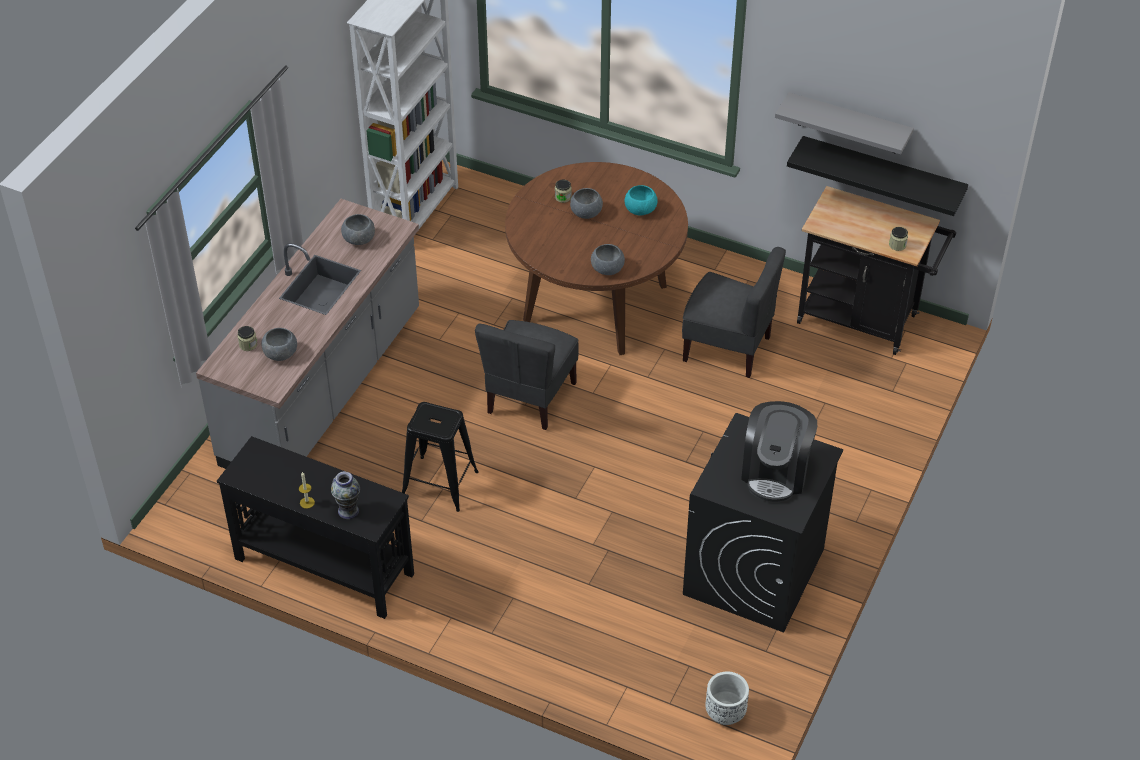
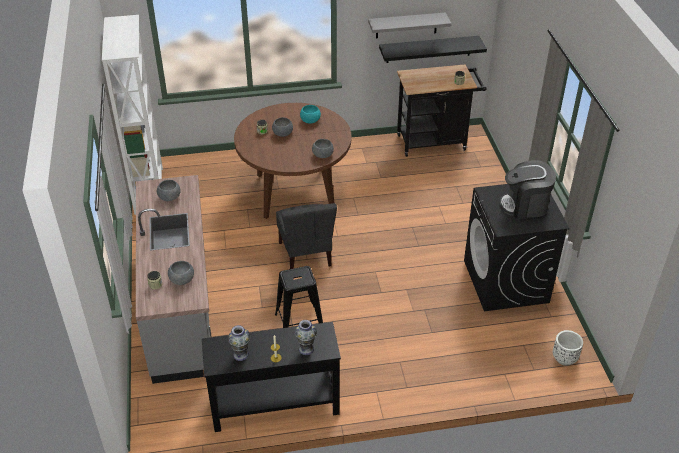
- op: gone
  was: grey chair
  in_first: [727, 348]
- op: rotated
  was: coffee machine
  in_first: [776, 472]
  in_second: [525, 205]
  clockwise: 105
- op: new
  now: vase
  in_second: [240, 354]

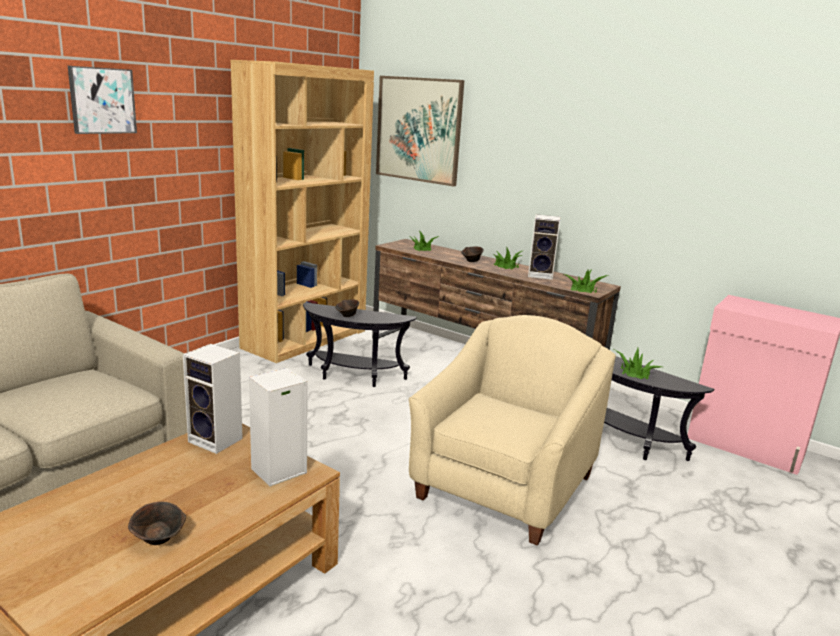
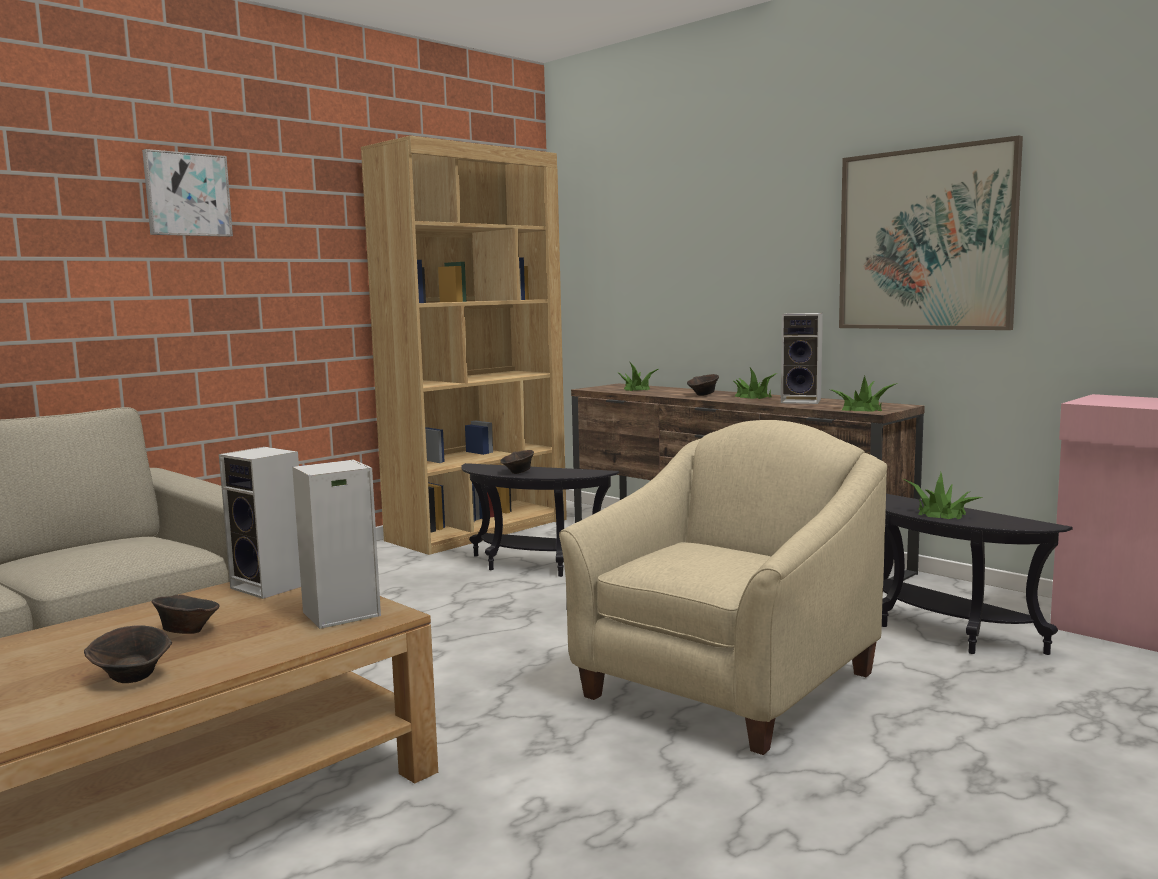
- op: shifted
  was: picture
  in_first: [418, 130]
  in_second: [925, 239]
- op: new
  now: brown bowl
  in_second: [187, 632]

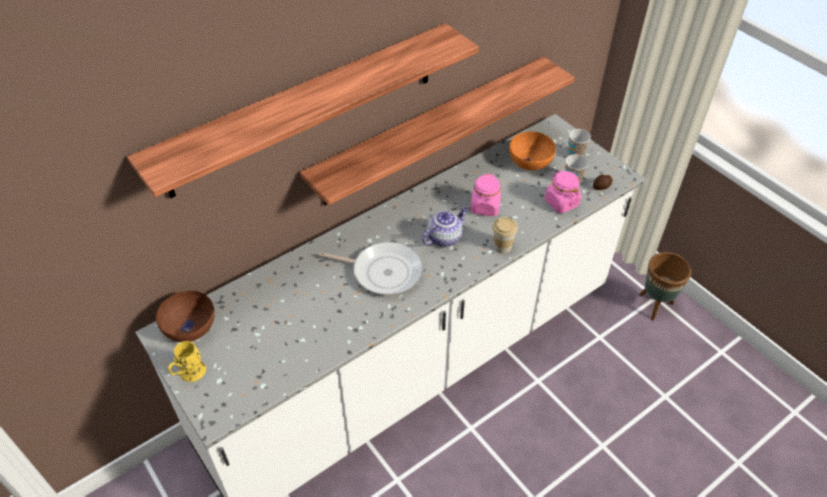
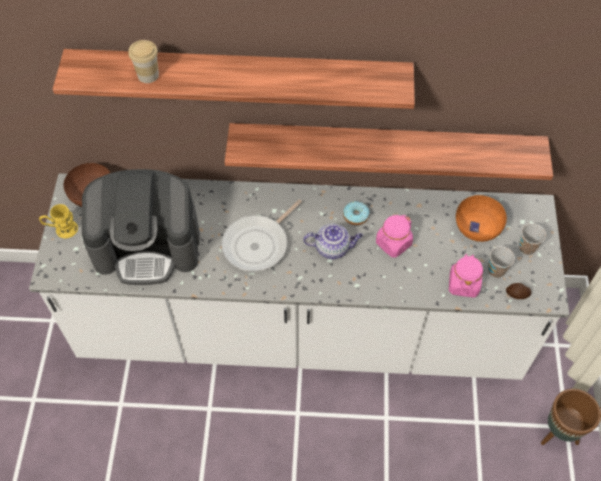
- op: rotated
  was: frying pan
  in_first: [383, 271]
  in_second: [258, 244]
  clockwise: 75
- op: shifted
  was: cup
  in_first: [502, 246]
  in_second: [148, 75]
- op: new
  now: coffee machine
  in_second: [148, 245]
- op: new
  now: donut
  in_second: [355, 216]

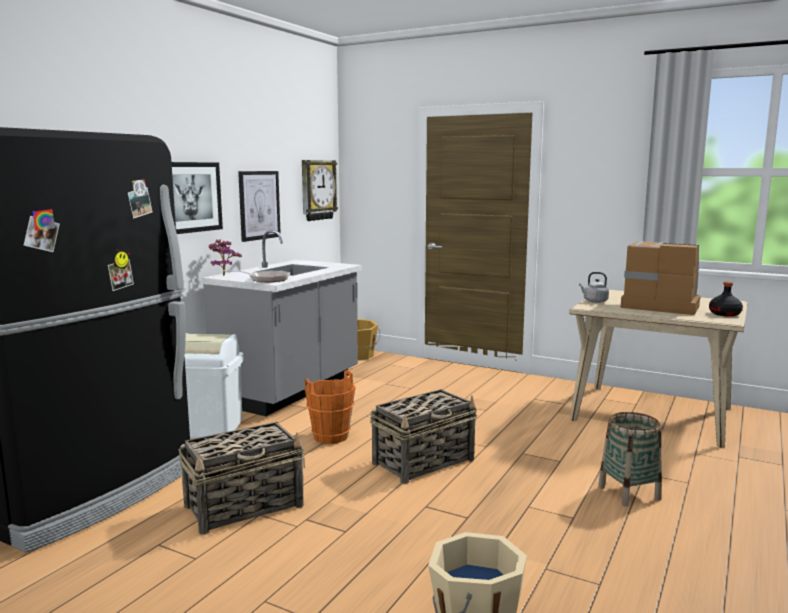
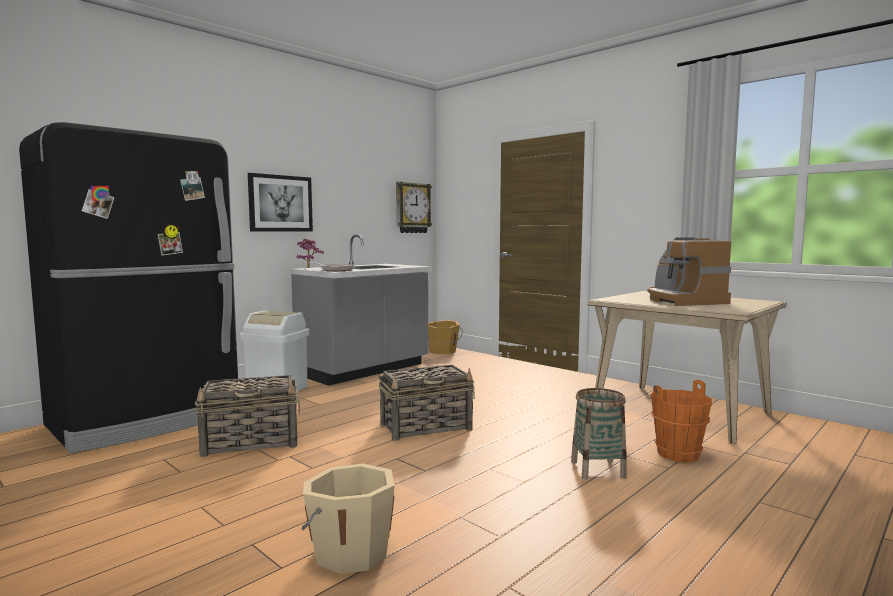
- op: gone
  was: picture
  in_first: [259, 205]
- op: shifted
  was: orange bucket
  in_first: [331, 437]
  in_second: [678, 454]
- op: gone
  was: grey kettle
  in_first: [594, 301]
- op: rotated
  was: coffee machine
  in_first: [659, 305]
  in_second: [682, 301]
  clockwise: -150
- op: gone
  was: black bottle
  in_first: [725, 314]

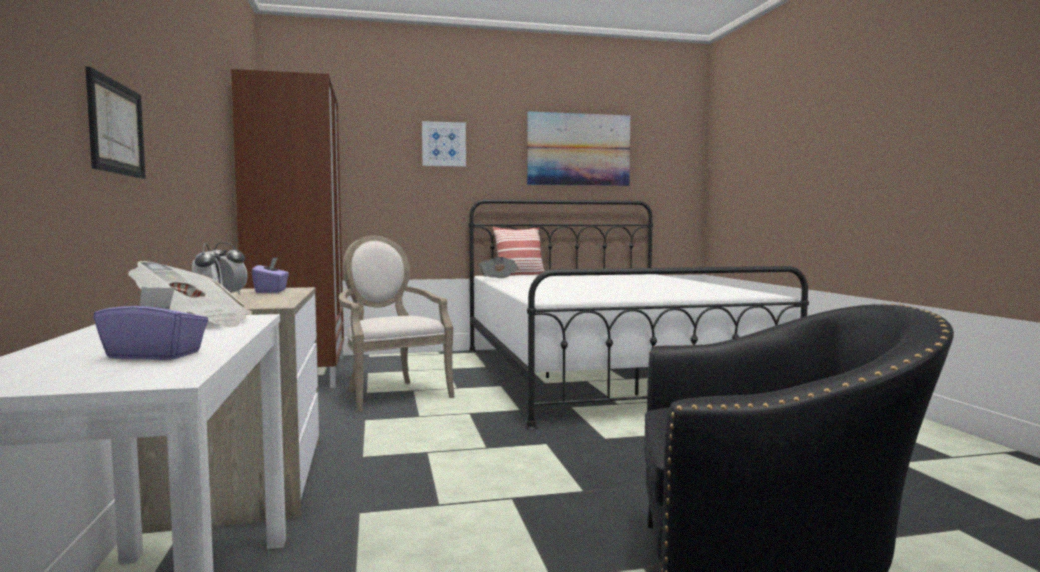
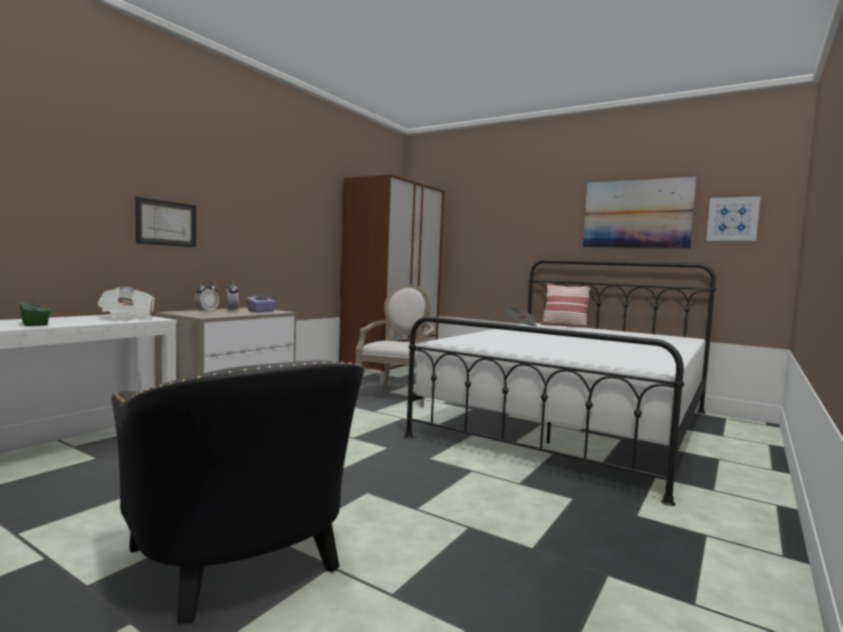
- op: repainted
  was: purple tissue box
  now: green tissue box
  in_first: [155, 355]
  in_second: [35, 324]
- op: shifted
  was: picture
  in_first: [443, 144]
  in_second: [732, 219]

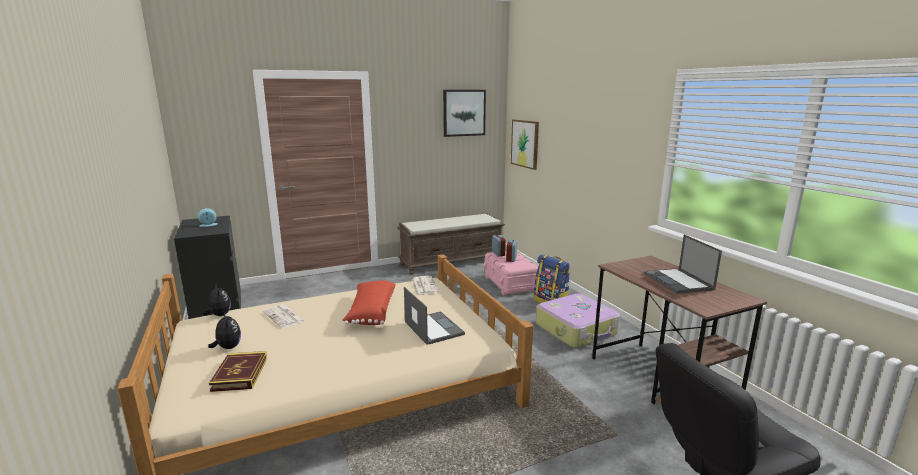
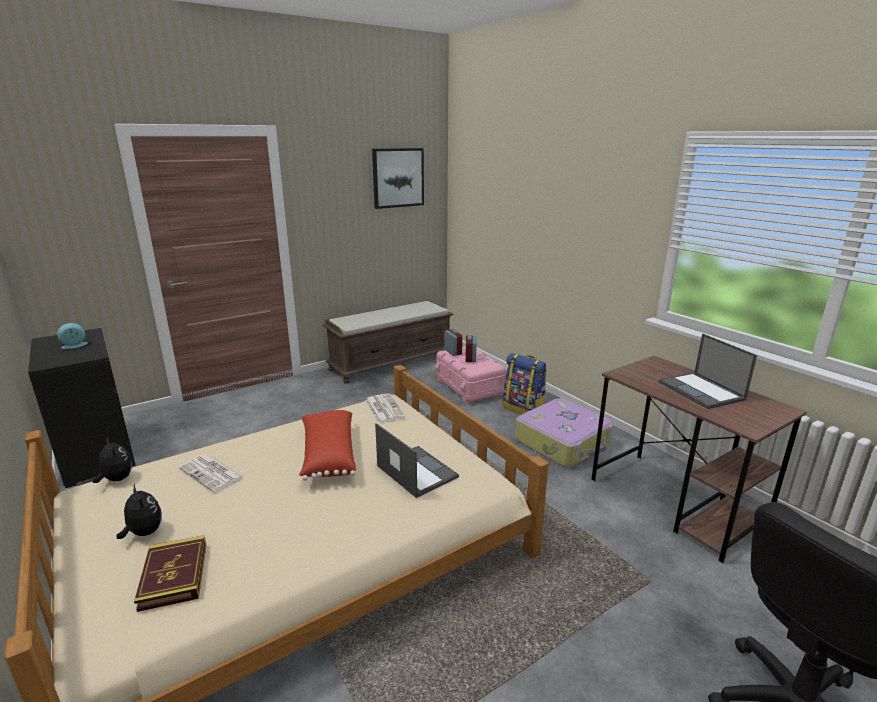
- op: gone
  was: picture
  in_first: [525, 143]

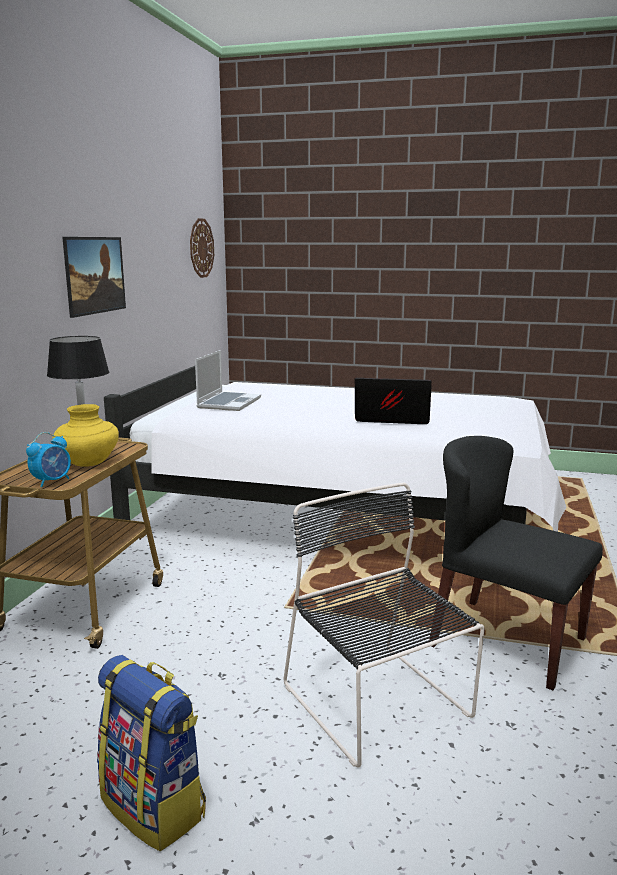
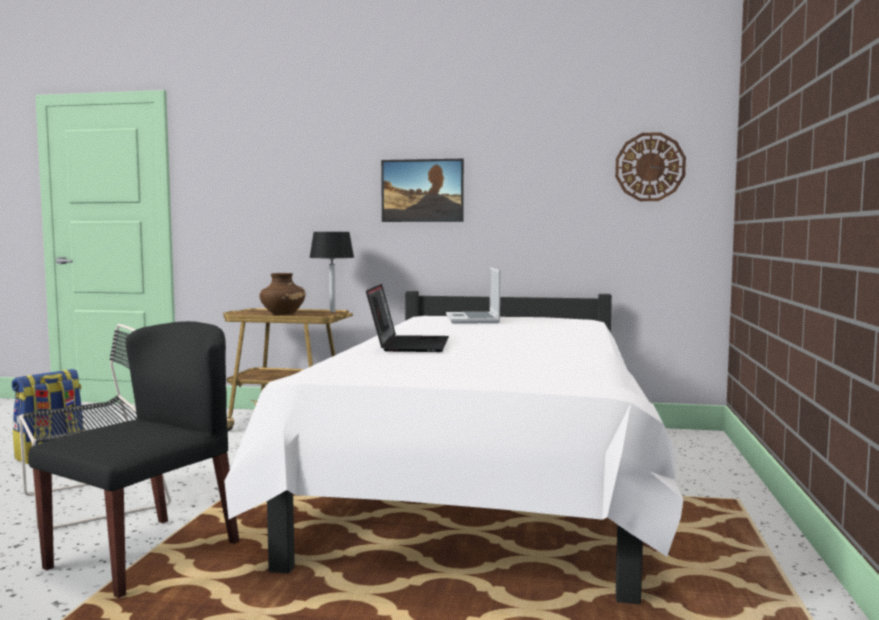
- op: gone
  was: alarm clock
  in_first: [52, 481]
- op: repainted
  was: yellow vase
  now: brown vase
  in_first: [87, 463]
  in_second: [282, 314]
- op: rotated
  was: laptop
  in_first: [229, 403]
  in_second: [473, 319]
  clockwise: 75

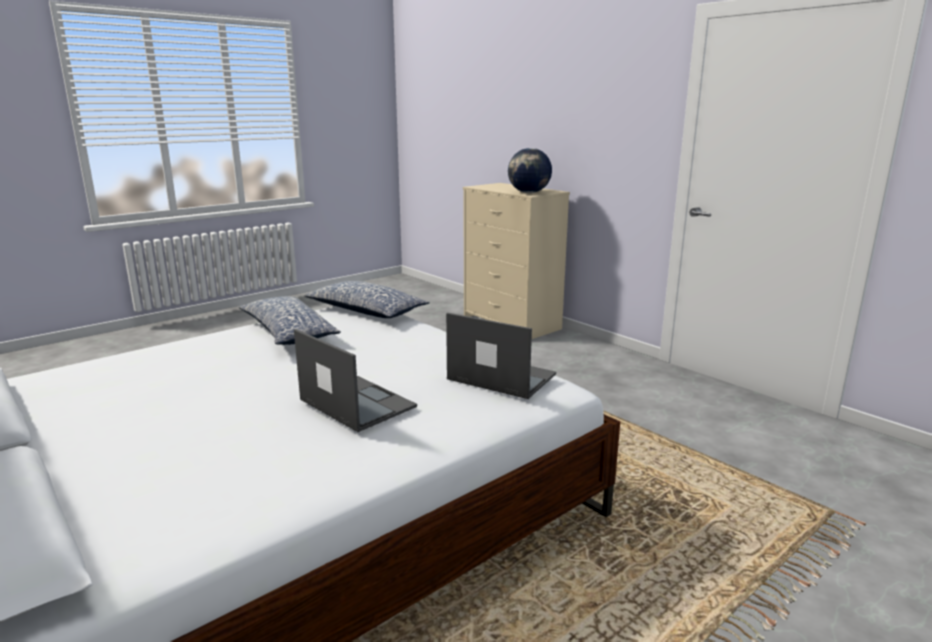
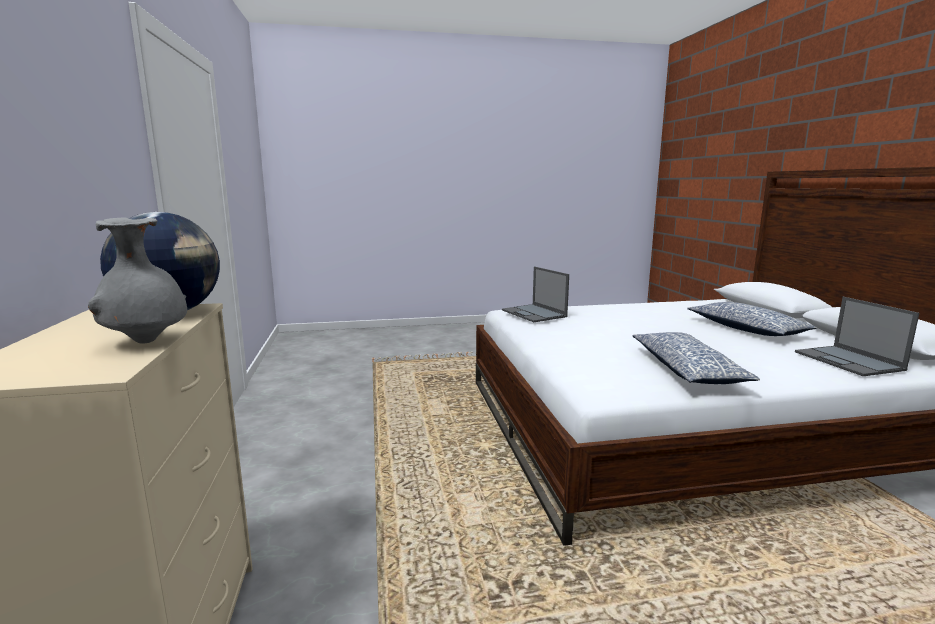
- op: shifted
  was: laptop
  in_first: [356, 403]
  in_second: [849, 361]
- op: shifted
  was: pillow
  in_first: [365, 312]
  in_second: [746, 329]
- op: new
  now: grey vase
  in_second: [146, 342]

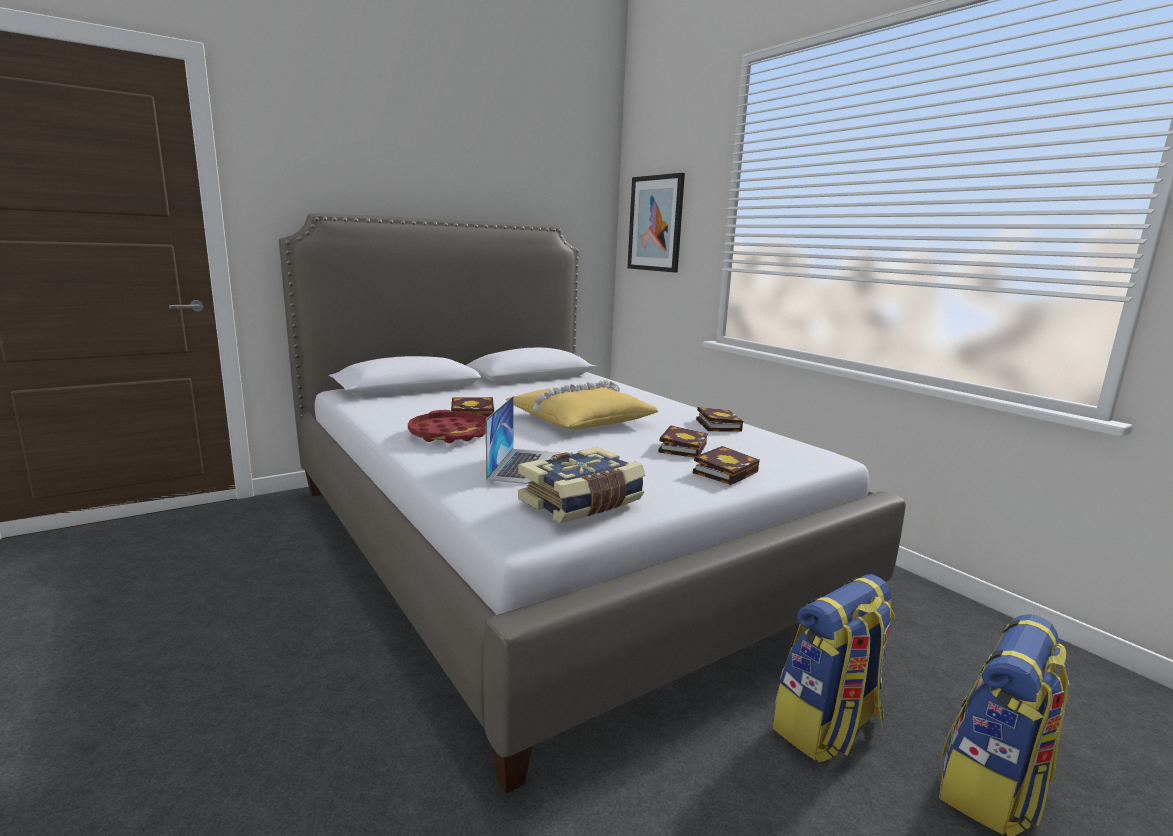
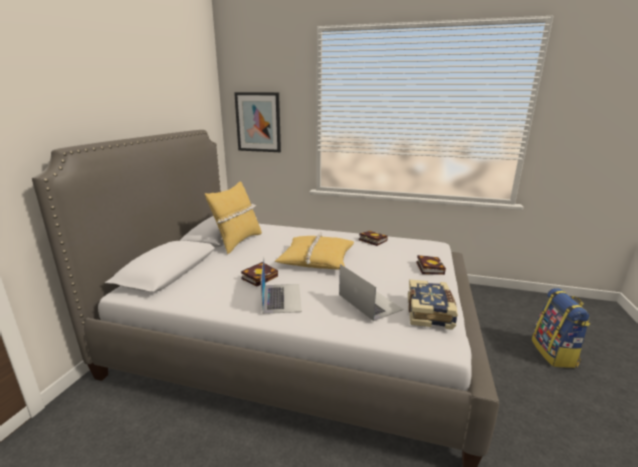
- op: swapped
  was: red tray
  now: laptop
  in_first: [450, 434]
  in_second: [281, 297]
- op: gone
  was: book
  in_first: [682, 447]
- op: gone
  was: backpack
  in_first: [827, 727]
- op: new
  now: yellow pillow
  in_second: [237, 242]

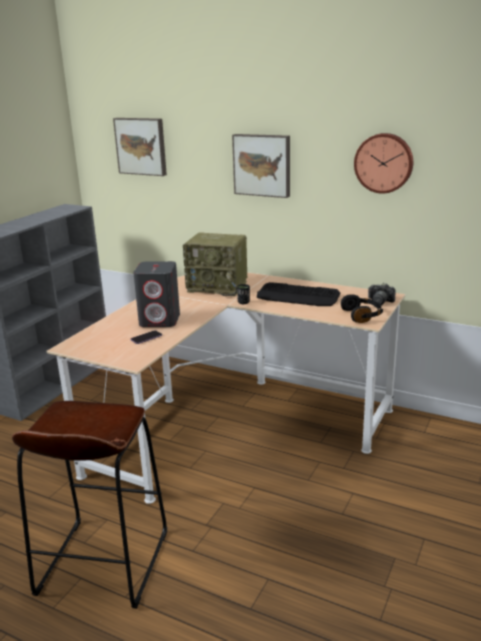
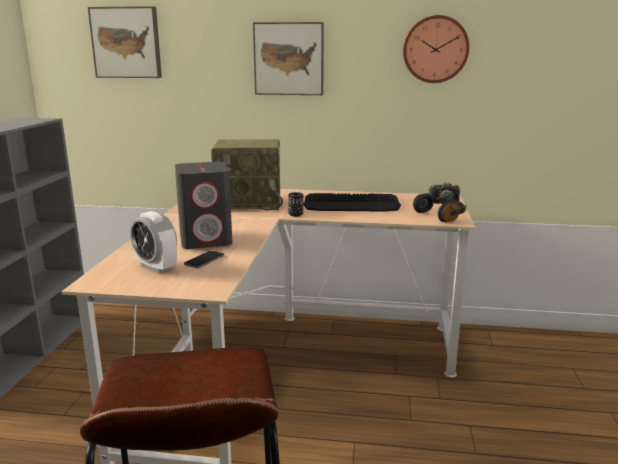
- op: new
  now: alarm clock
  in_second: [156, 267]

